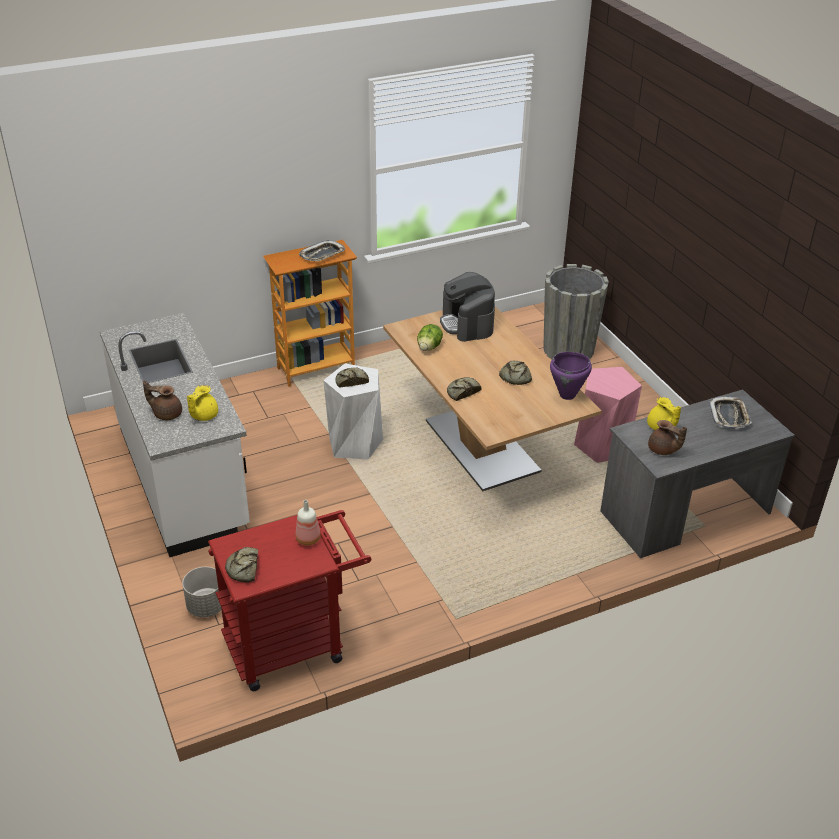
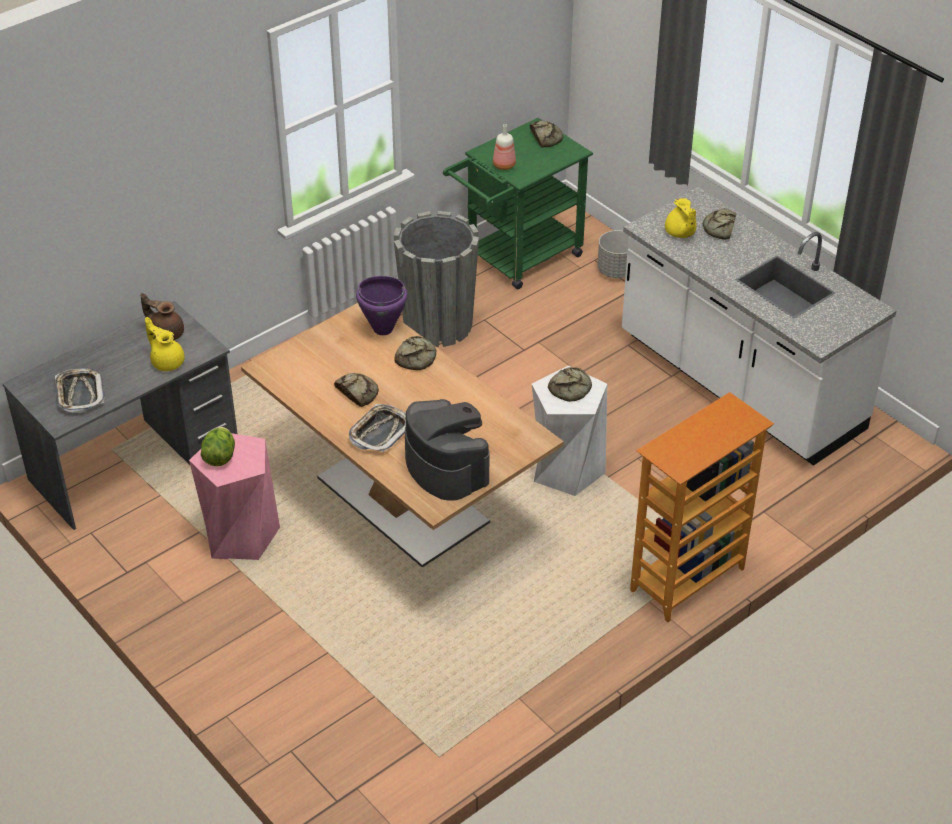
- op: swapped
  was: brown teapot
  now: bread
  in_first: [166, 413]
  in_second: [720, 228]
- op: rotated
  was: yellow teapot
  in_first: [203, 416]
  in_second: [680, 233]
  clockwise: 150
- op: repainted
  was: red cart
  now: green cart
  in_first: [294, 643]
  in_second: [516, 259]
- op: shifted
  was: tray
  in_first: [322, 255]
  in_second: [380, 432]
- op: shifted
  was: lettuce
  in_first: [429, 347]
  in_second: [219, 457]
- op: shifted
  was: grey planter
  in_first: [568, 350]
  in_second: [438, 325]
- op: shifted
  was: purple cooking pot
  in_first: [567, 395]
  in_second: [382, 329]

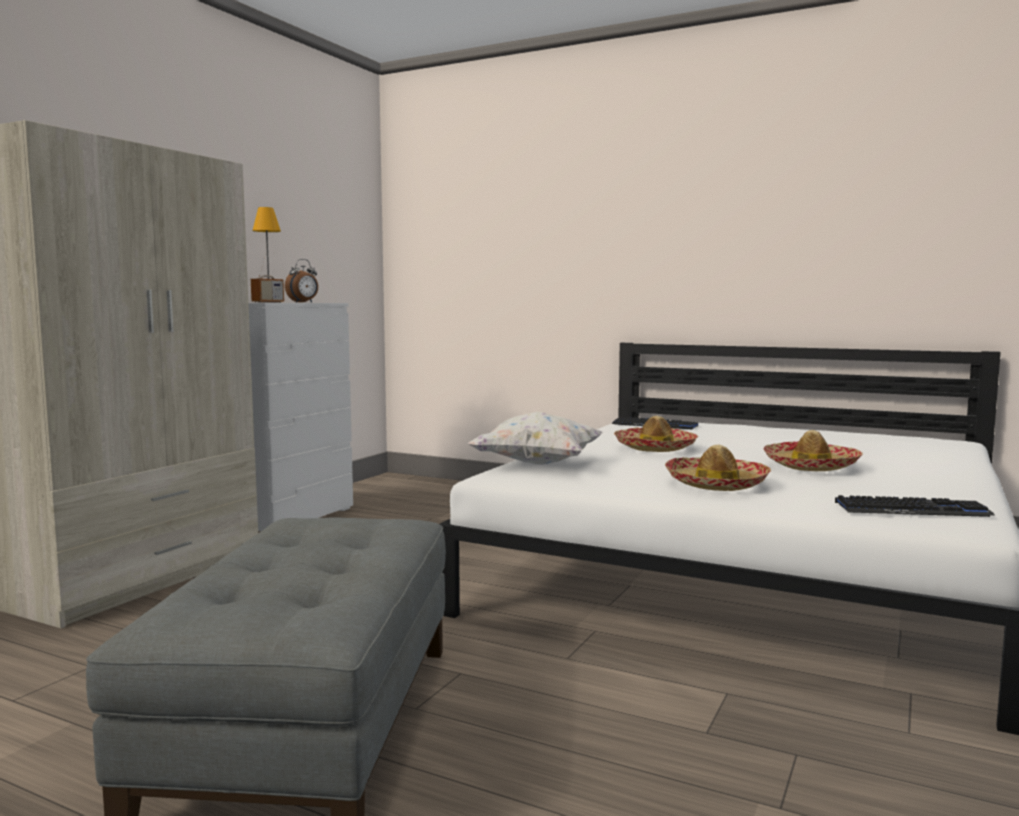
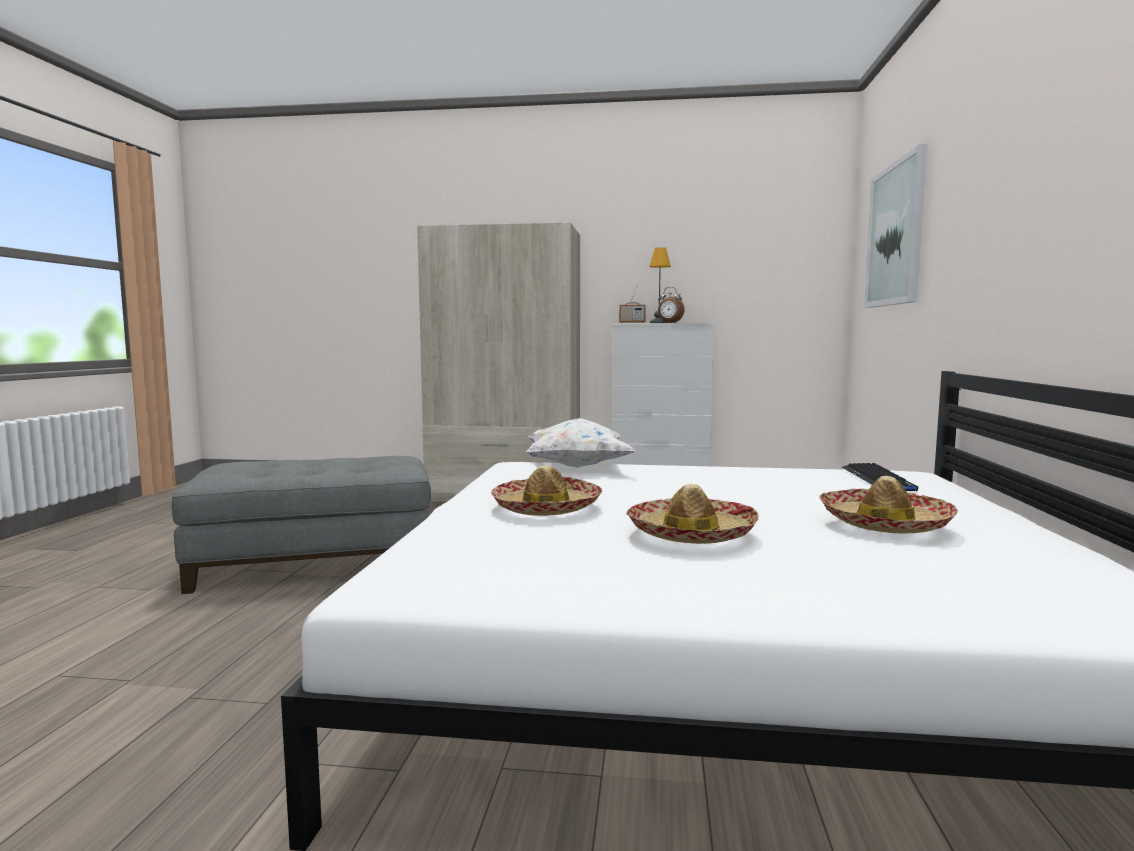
- op: shifted
  was: hat
  in_first: [655, 448]
  in_second: [883, 524]
- op: gone
  was: keyboard
  in_first: [911, 510]
- op: new
  now: picture
  in_second: [895, 234]

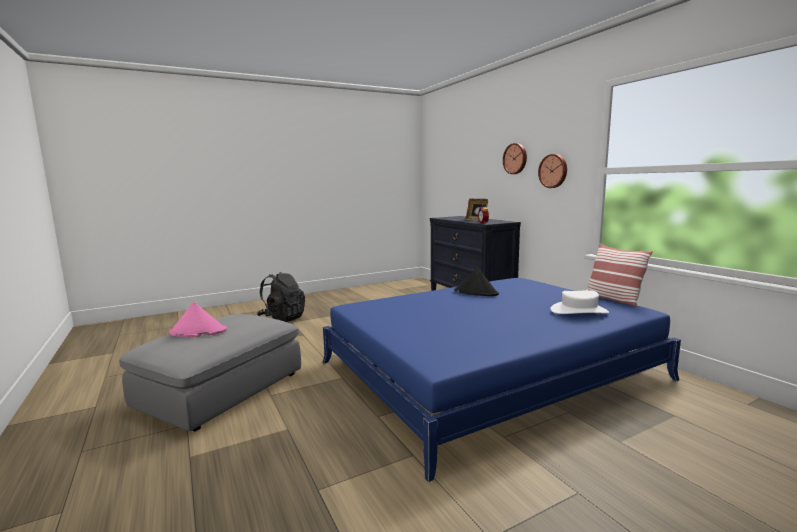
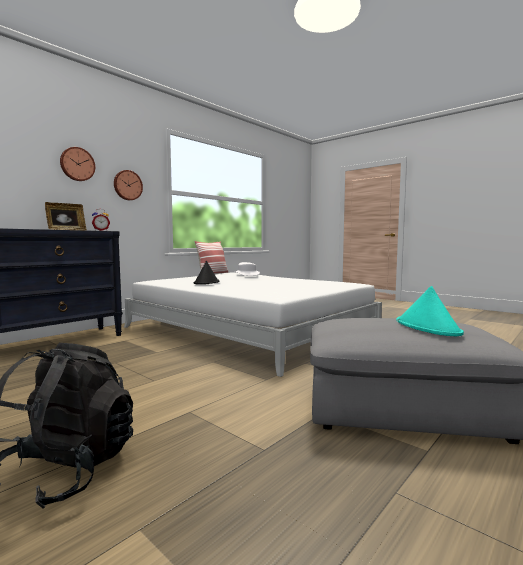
- op: repainted
  was: pink hat
  now: turquoise hat
  in_first: [198, 331]
  in_second: [427, 327]
- op: repainted
  was: blue bed
  now: white bed
  in_first: [489, 370]
  in_second: [249, 330]

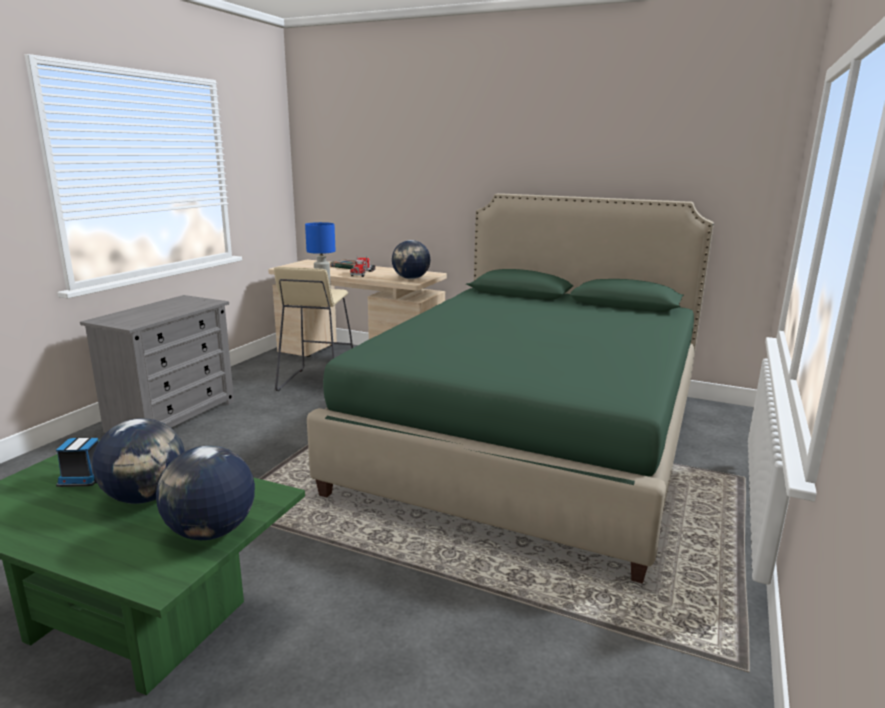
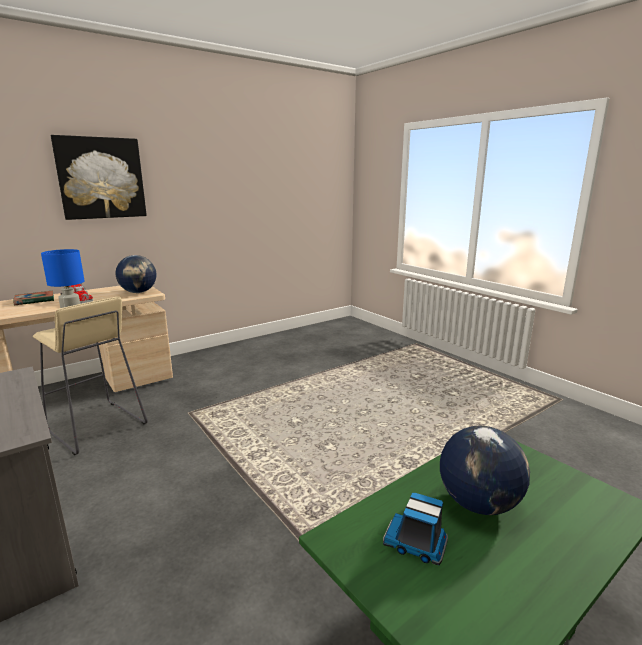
- op: gone
  was: globe
  in_first: [211, 532]
- op: gone
  was: green bed
  in_first: [532, 439]
- op: new
  now: picture
  in_second: [101, 178]

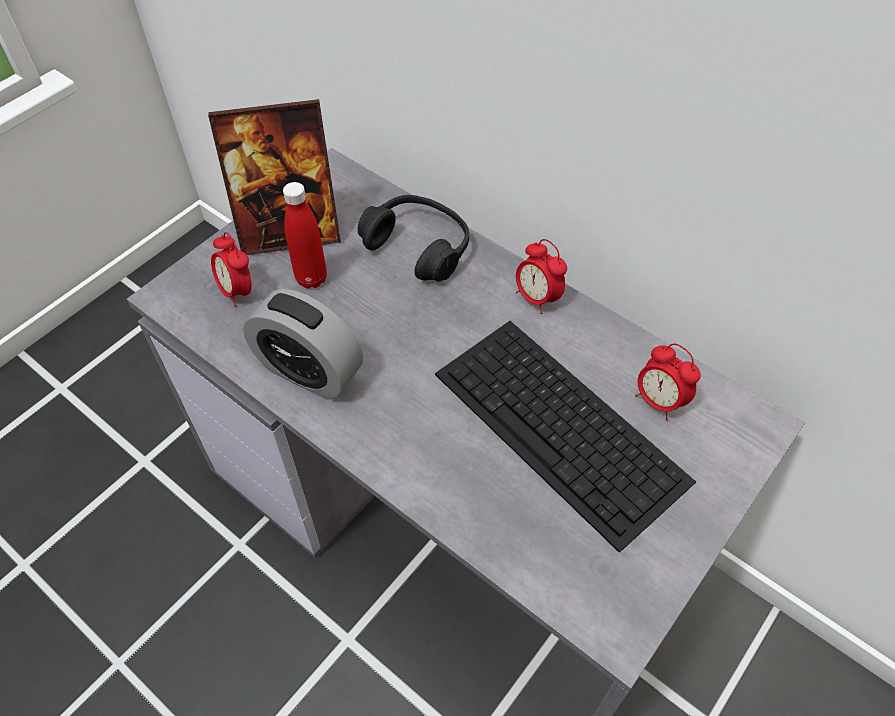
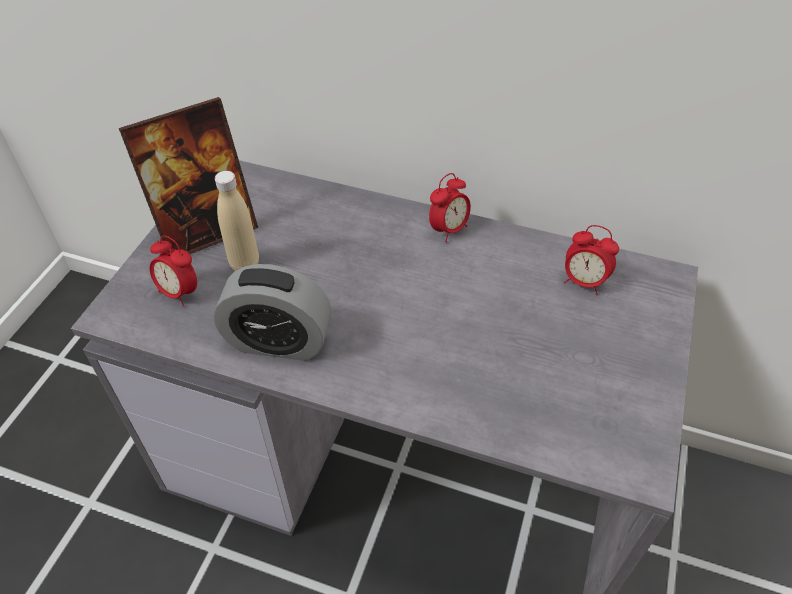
- op: repainted
  was: red bottle
  now: beige bottle
  in_first: [311, 278]
  in_second: [245, 264]
- op: gone
  was: black headphones
  in_first: [418, 247]
- op: gone
  was: keyboard
  in_first: [562, 427]
- op: rotated
  was: alarm clock
  in_first: [537, 298]
  in_second: [448, 229]
  clockwise: -75

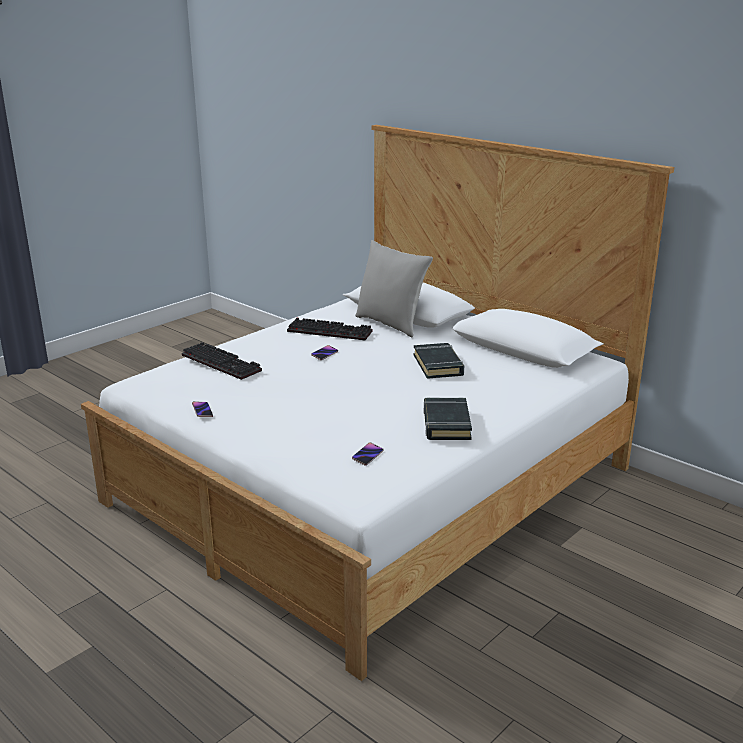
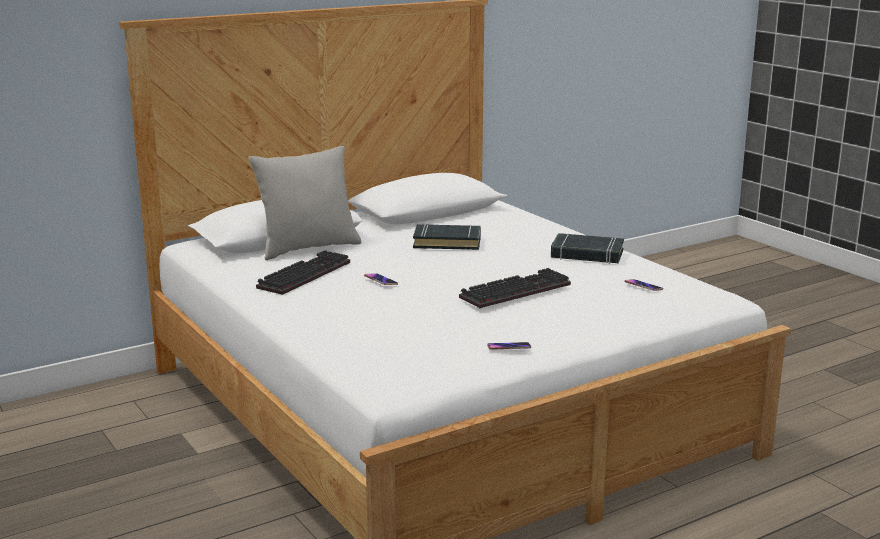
- op: shifted
  was: keyboard
  in_first: [223, 363]
  in_second: [515, 290]

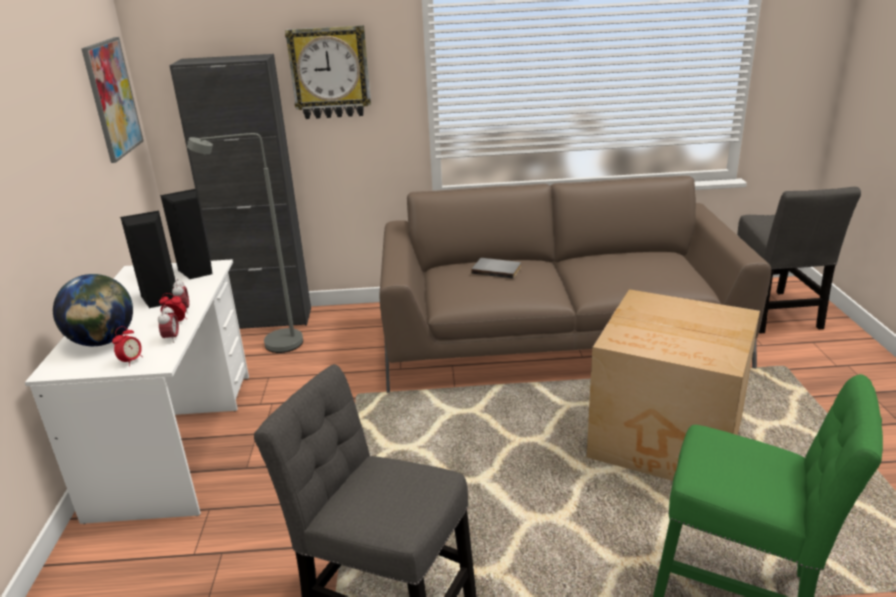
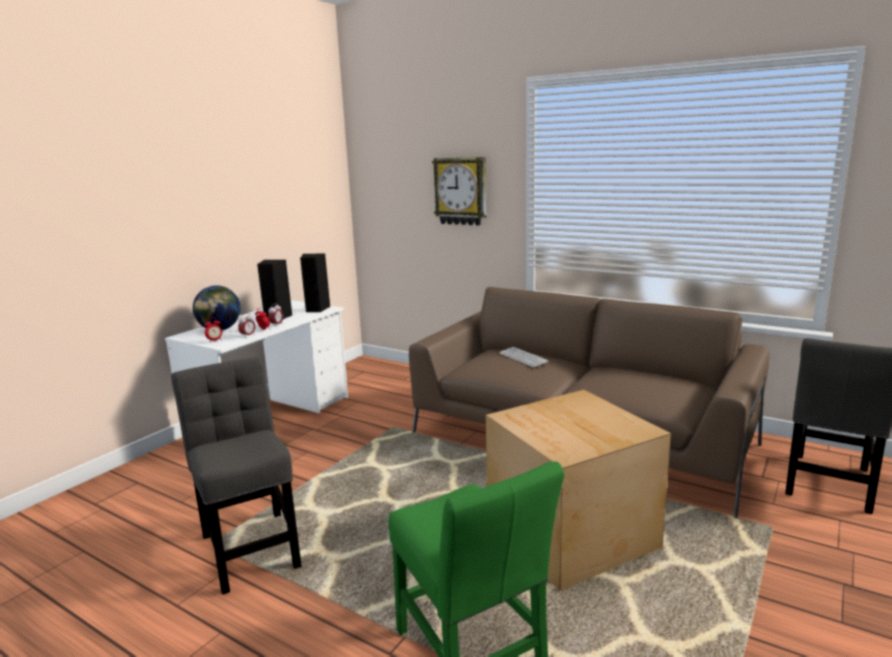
- op: gone
  was: picture
  in_first: [112, 98]
- op: gone
  was: black cabinet
  in_first: [269, 319]
- op: gone
  was: grey floor lamp
  in_first: [272, 345]
- op: swapped
  was: grey book
  now: keyboard
  in_first: [497, 269]
  in_second: [523, 358]

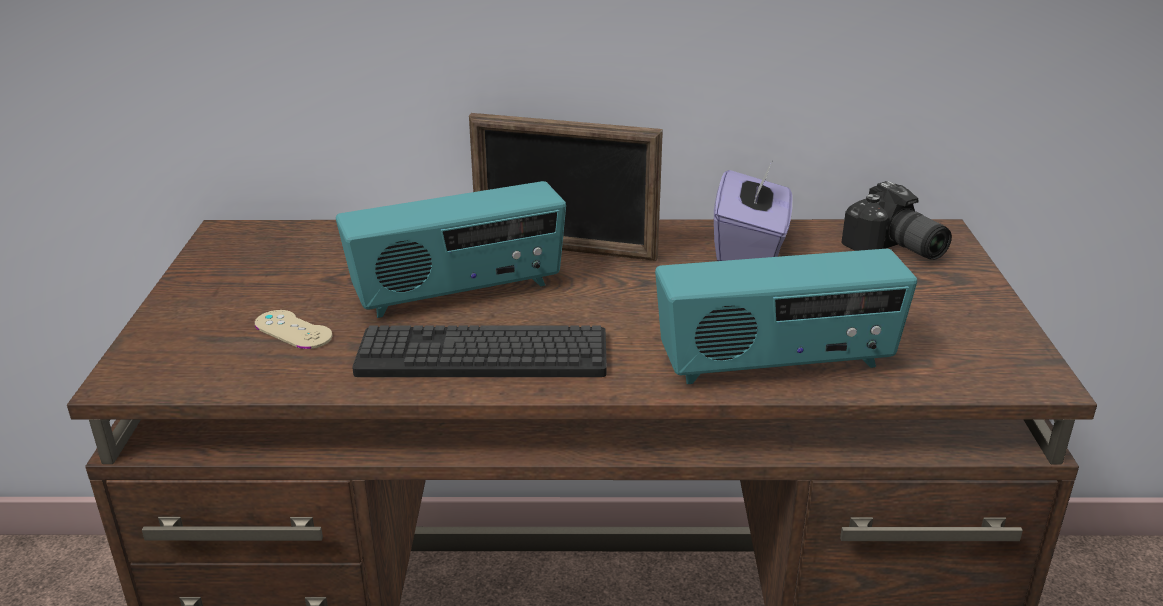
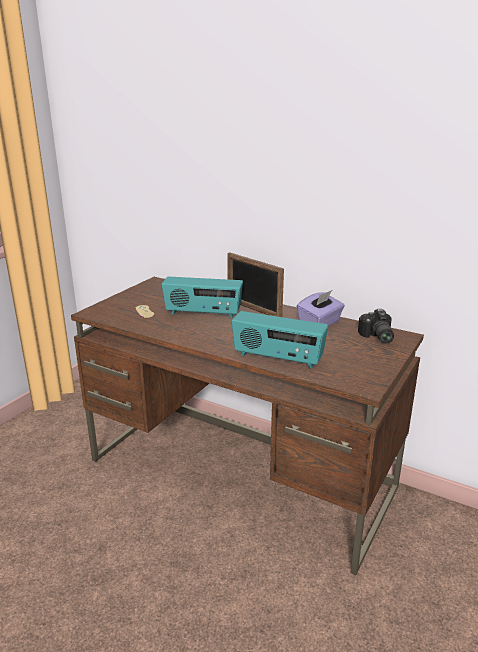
- op: gone
  was: keyboard
  in_first: [482, 355]

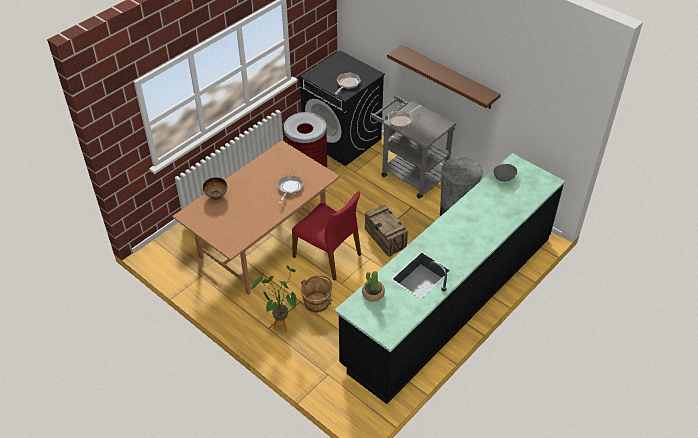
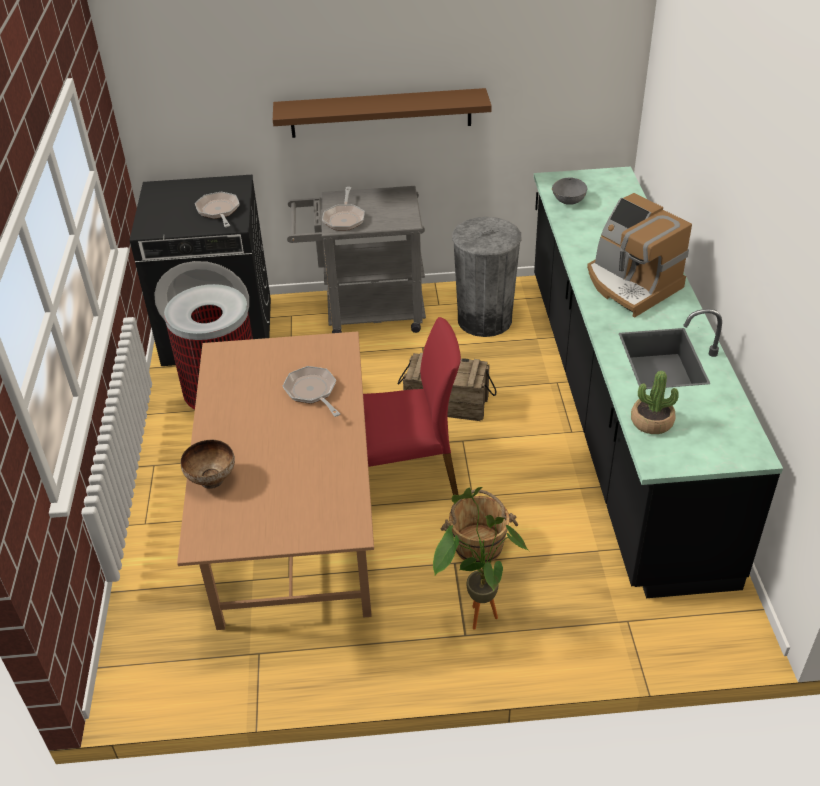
- op: new
  now: coffee machine
  in_second: [630, 285]

